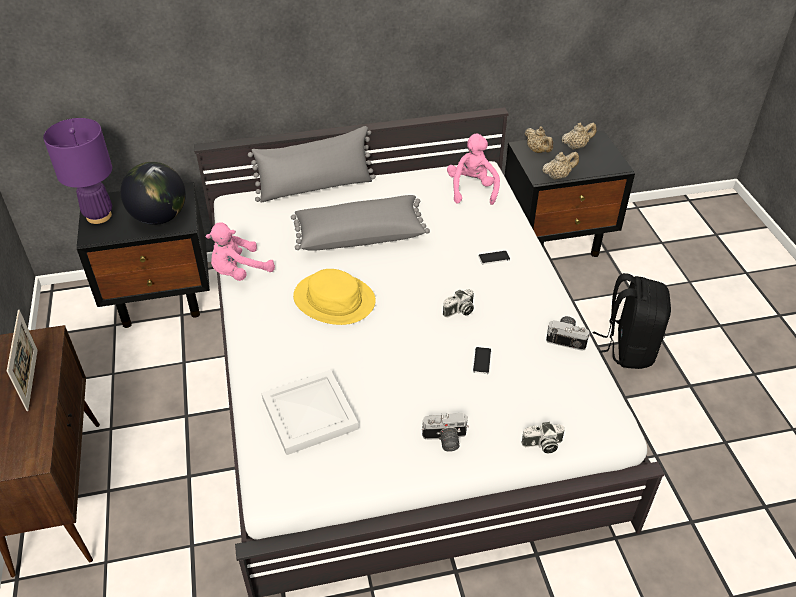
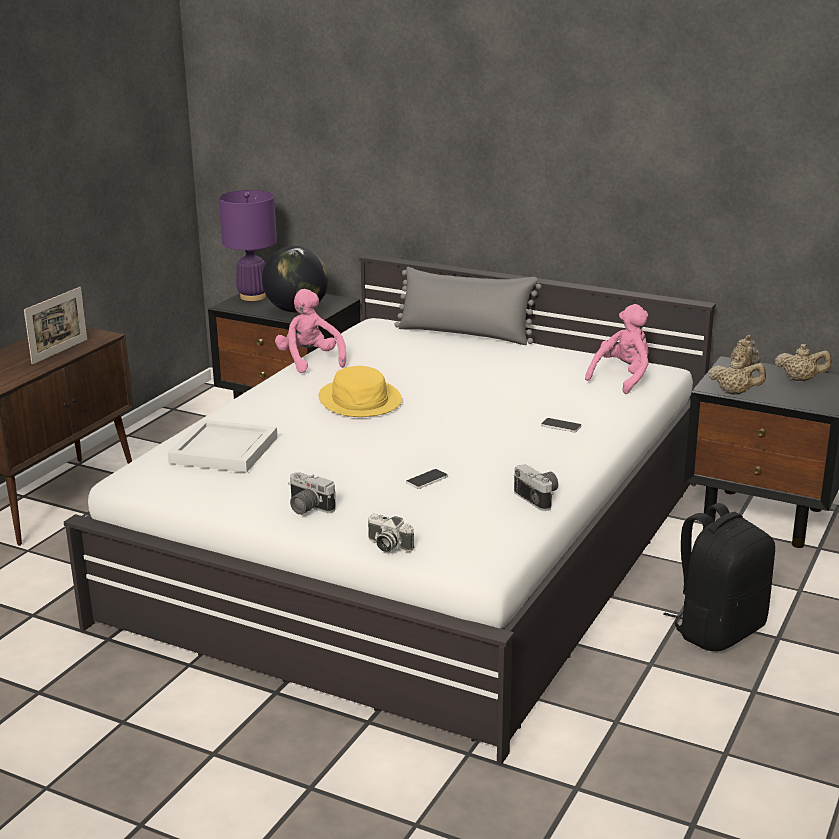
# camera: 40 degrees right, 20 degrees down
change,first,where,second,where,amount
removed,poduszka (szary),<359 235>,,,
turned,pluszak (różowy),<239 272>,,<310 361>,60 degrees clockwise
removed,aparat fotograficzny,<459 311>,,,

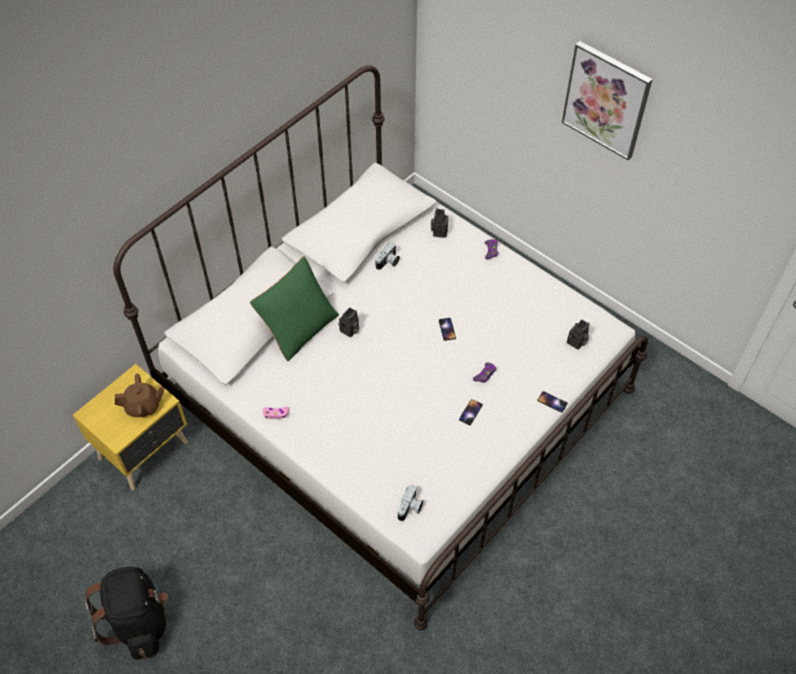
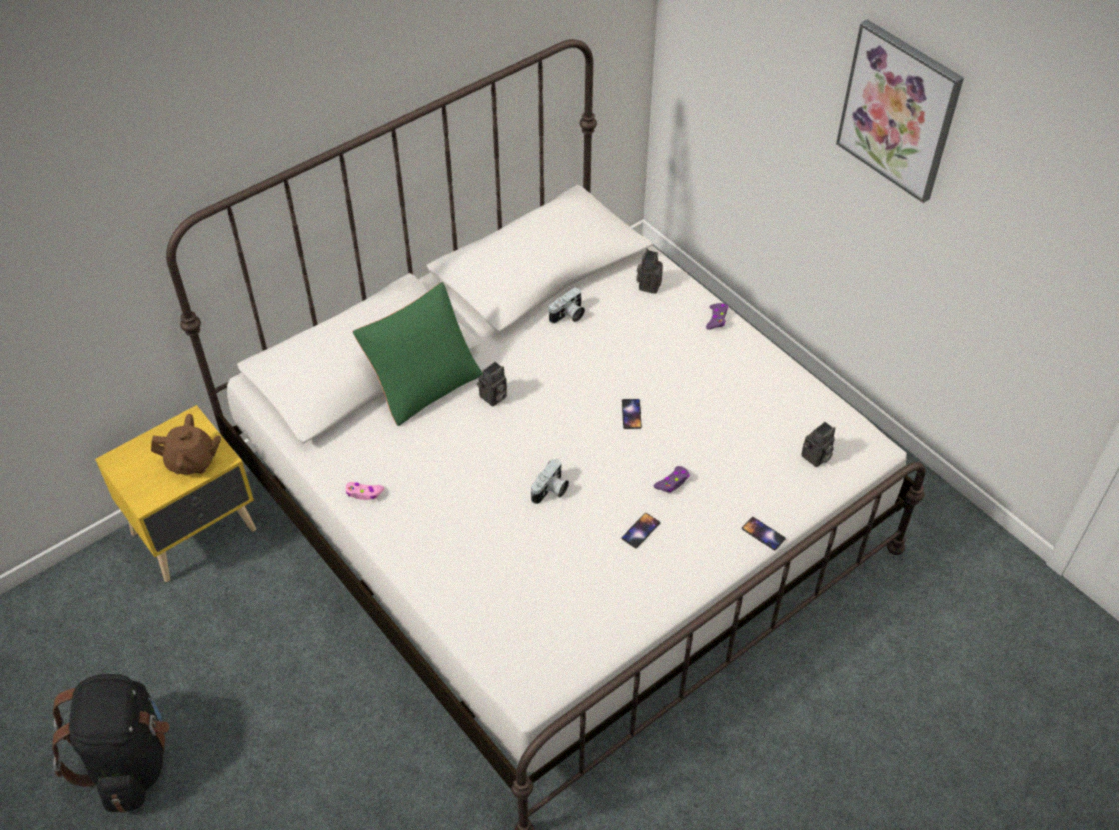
# camera: 10 degrees right, 5 degrees down
change,first,where,second,where,amount
moved,aparat fotograficzny,<410 508>,,<551 491>,

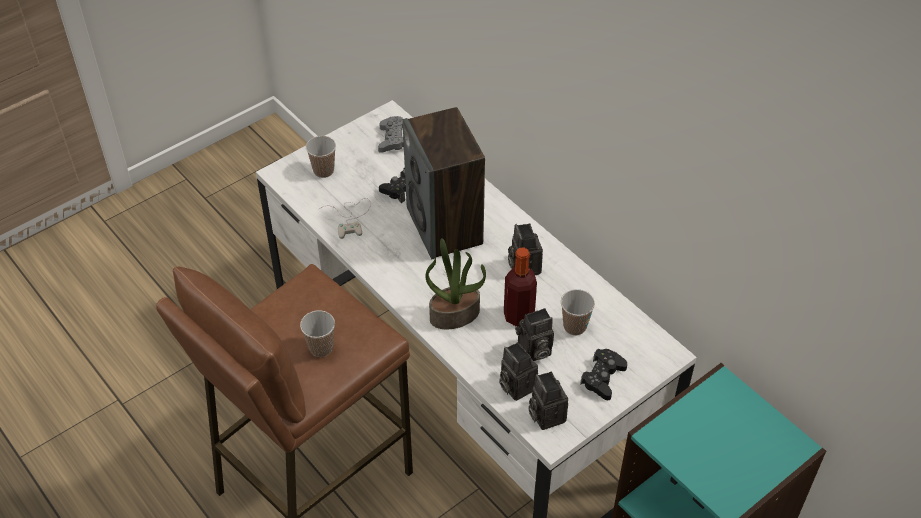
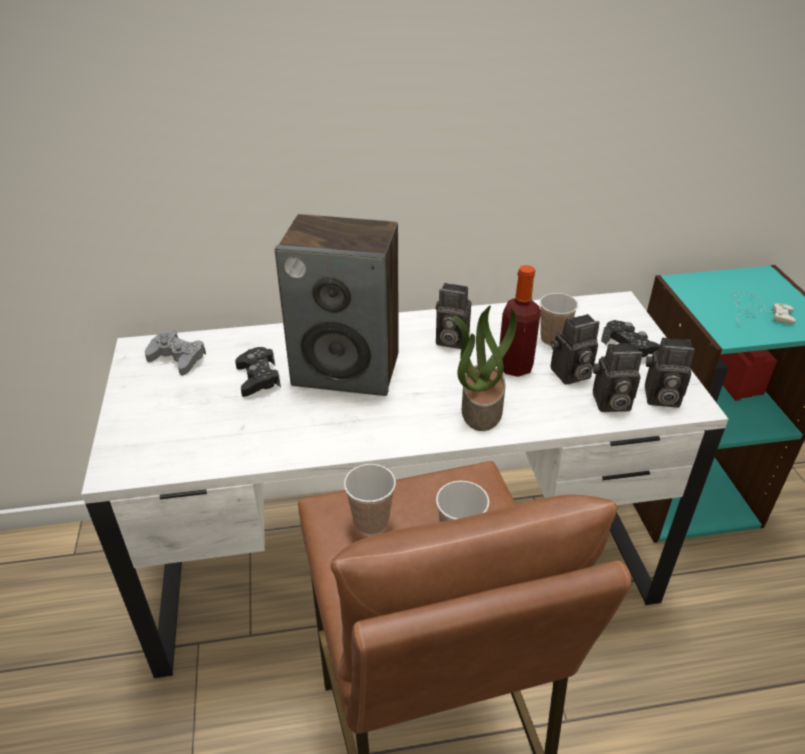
# camera: 60 degrees left, 10 degrees down
change,first,where,second,where,amount
moved,filiżanka,<323 171>,,<371 522>,
moved,pad do gier (biały),<350 217>,,<757 310>,
turned,aparat fotograficzny,<533 351>,,<570 375>,60 degrees clockwise

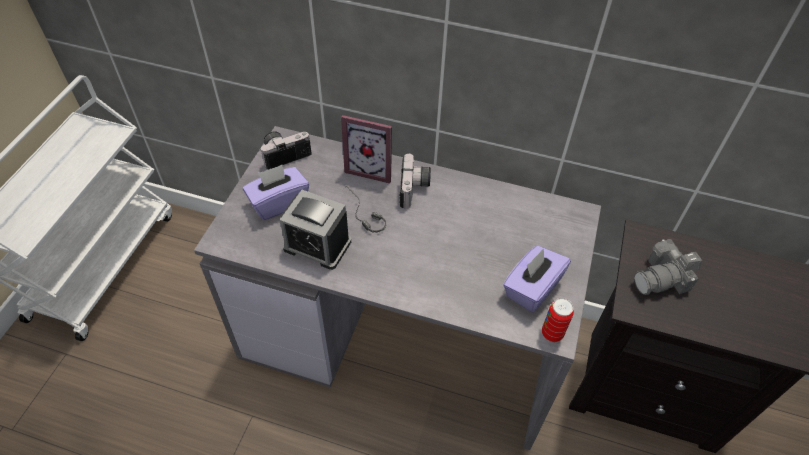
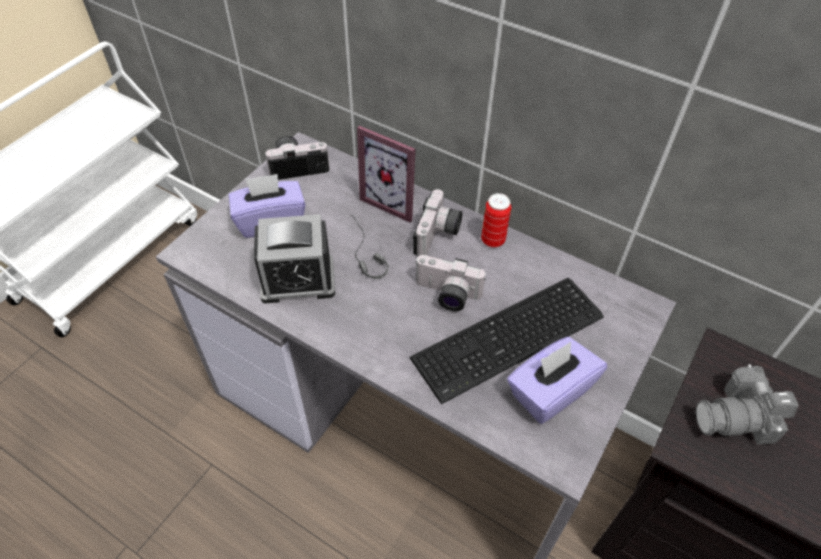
# camera: 15 degrees right, 0 degrees up
change,first,where,second,where,amount
turned,budzik,<317 245>,,<298 280>,45 degrees counterclockwise
moved,puszka,<552 333>,,<493 240>,
added,,,aparat fotograficzny,<446 295>,
added,,,klawiatura,<512 339>,

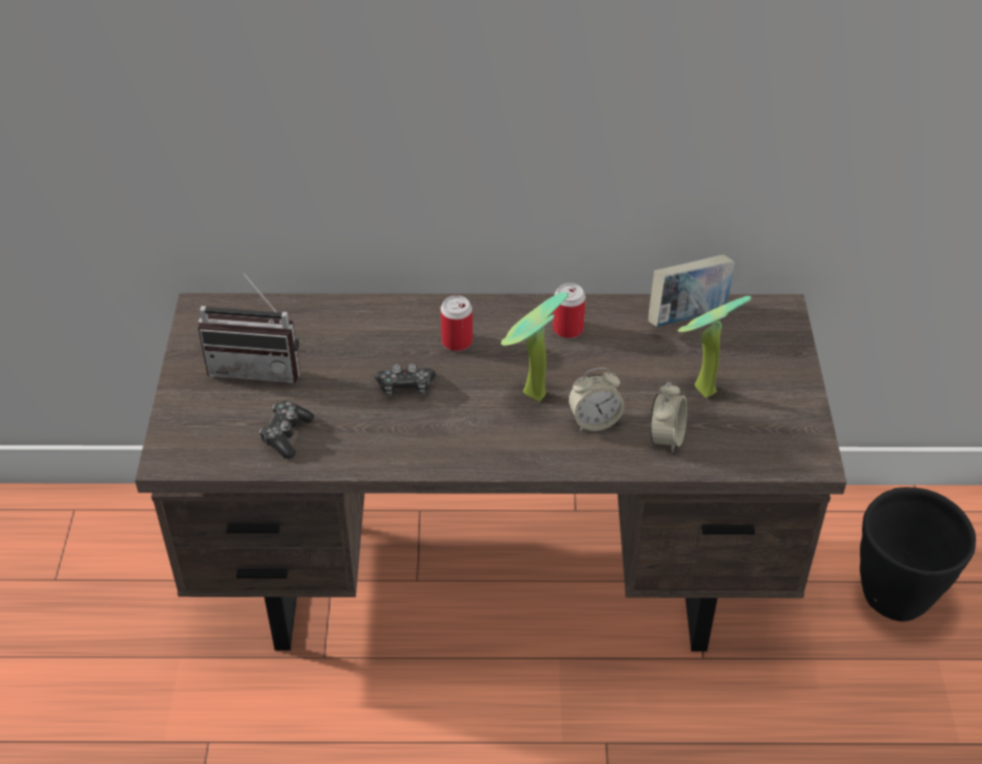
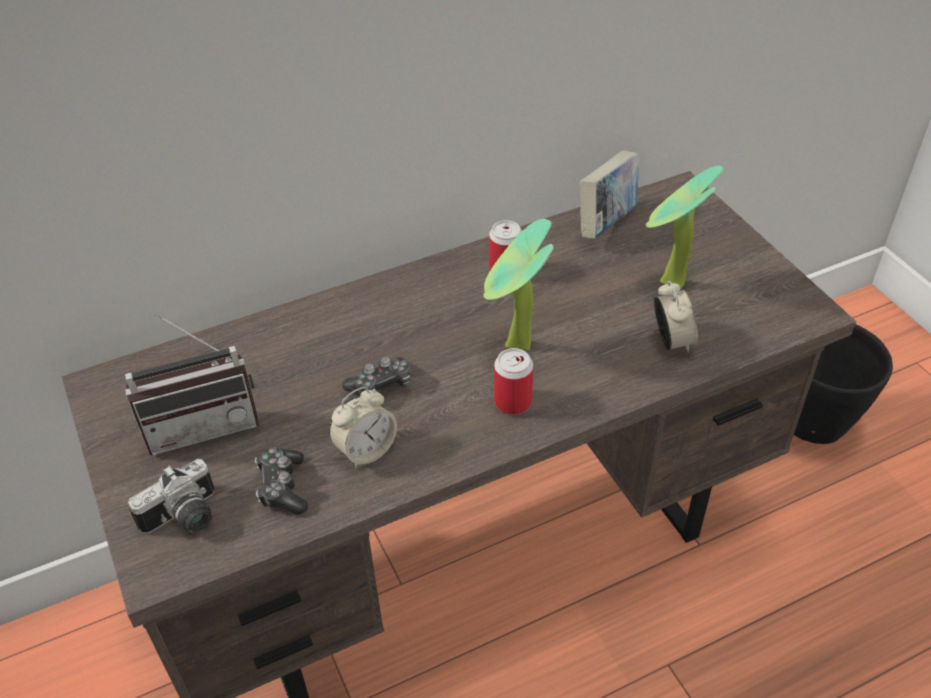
# camera: 25 degrees left, 0 degrees up
change,first,where,second,where,amount
moved,puszka,<457 341>,,<512 402>,
moved,budzik,<594 421>,,<365 450>,
added,,,aparat fotograficzny,<185 519>,

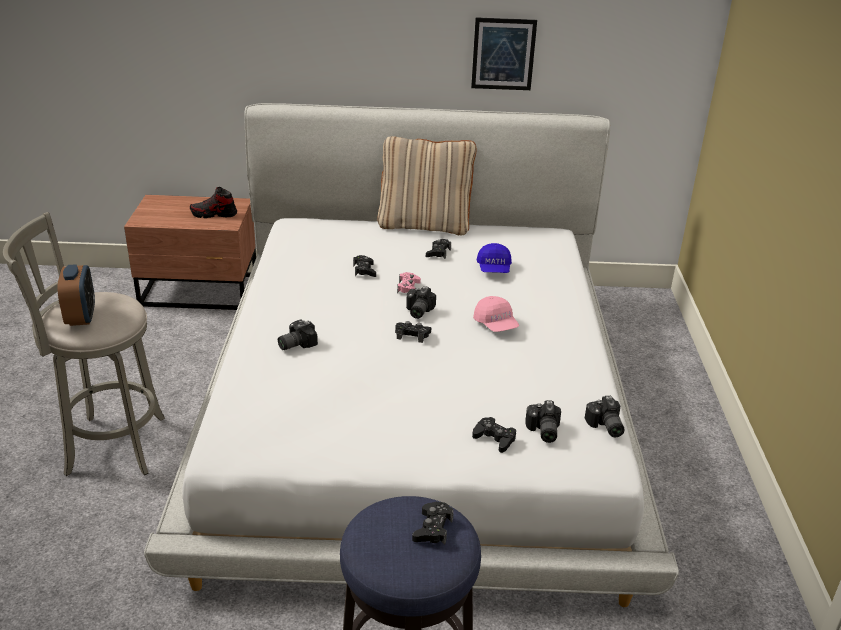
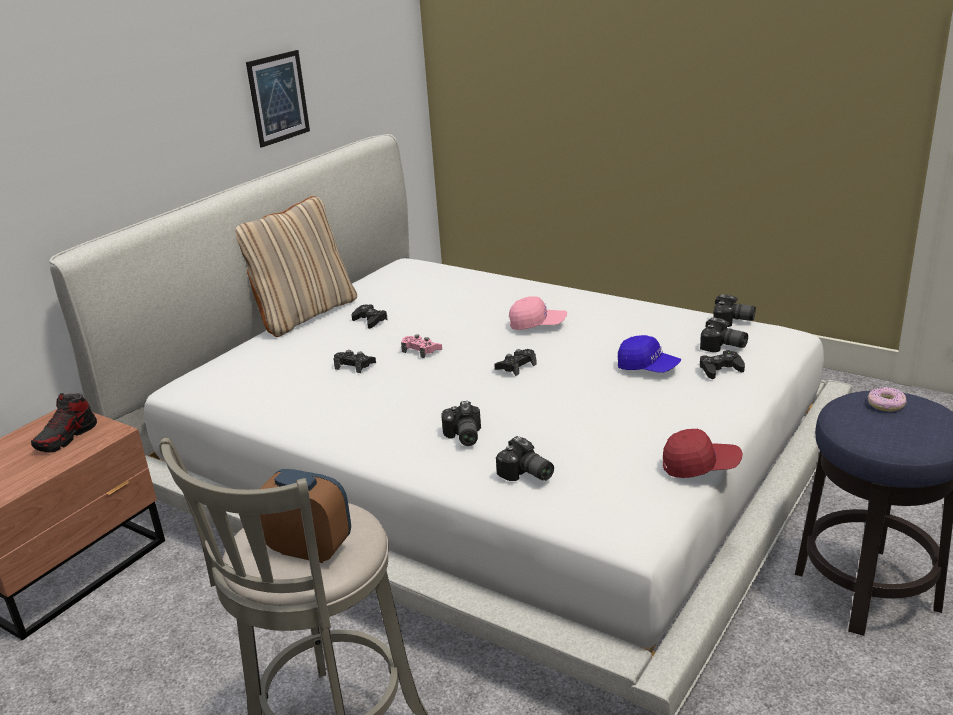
# camera: 55 degrees left, 5 degrees down
change,first,where,second,where,amount
moved,czapka z daszkiem (niebieski),<494 269>,,<647 368>,
moved,aparat fotograficzny,<417 311>,,<526 474>,
replaced,pad do gier (czarny),<433 528>,donut,<886 404>,
added,,,czapka z daszkiem (czerwony),<700 466>,

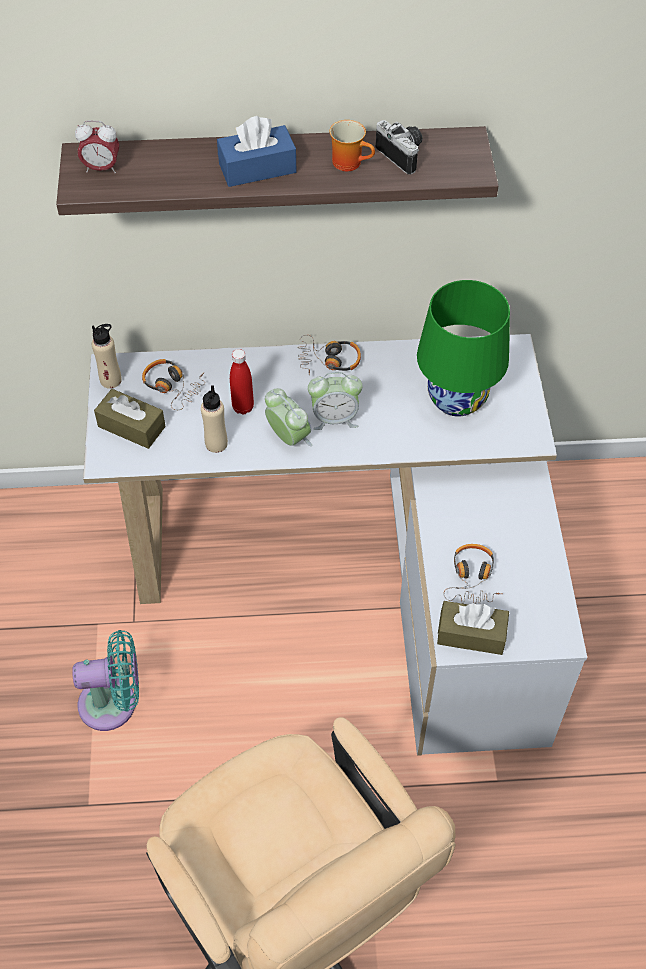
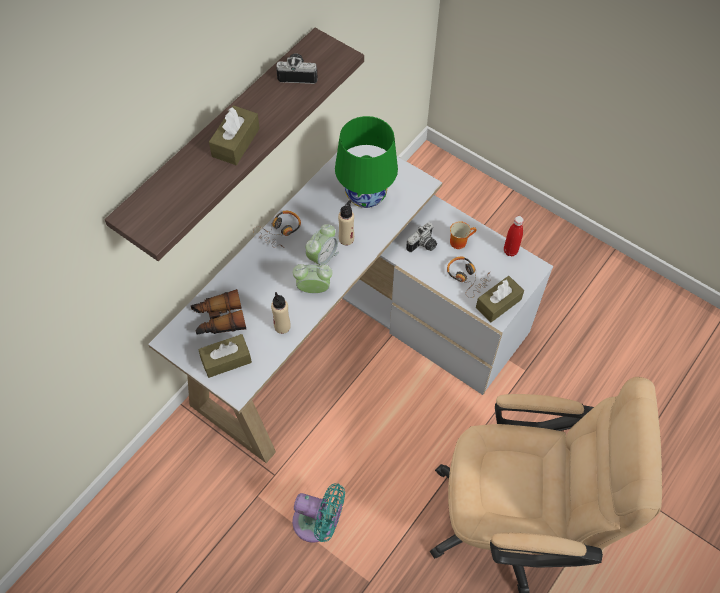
# camera: 50 degrees left, 5 degrees up
change,first,where,second,where,amount
recoloured,pudełko chusteczek (niebieski),<257 168>,pudełko chusteczek (brązowy),<236 142>,
removed,budzik,<101 168>,,,
moved,kubek,<351 162>,,<459 240>,
moved,butelka (beżowy),<111 380>,,<346 239>,
moved,butelka (czerwony),<243 407>,,<510 251>,
replaced,słuchawki,<173 387>,lornetka,<219 319>,
turned,wentylator (turkusowy),<114 703>,,<318 523>,75 degrees clockwise
added,,,aparat fotograficzny,<423 245>,

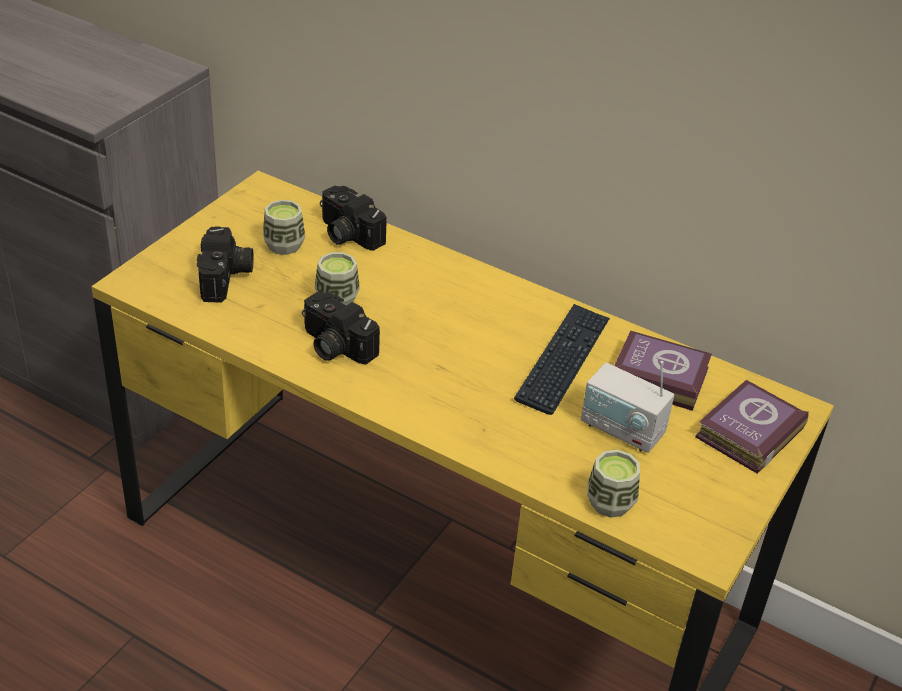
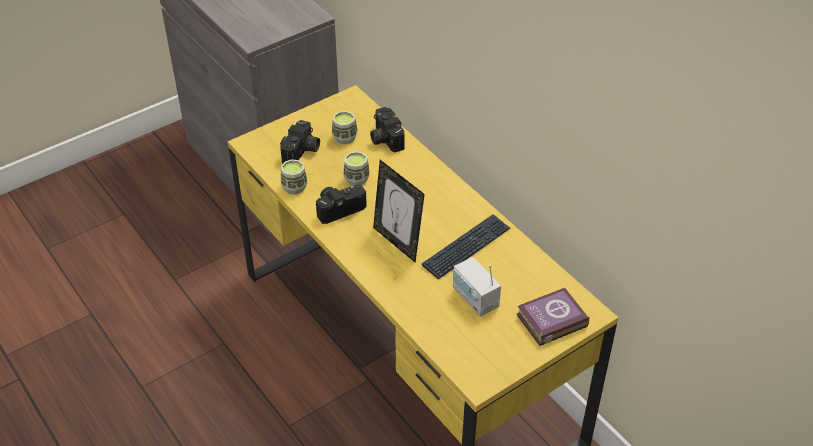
# camera: 25 degrees right, 5 degrees up
change,first,where,second,where,amount
turned,aparat fotograficzny,<334 346>,,<339 208>,90 degrees clockwise
removed,książka,<657 375>,,,
moved,filiżanka,<610 502>,,<294 187>,
added,,,ramka na zdjęcie,<398 242>,

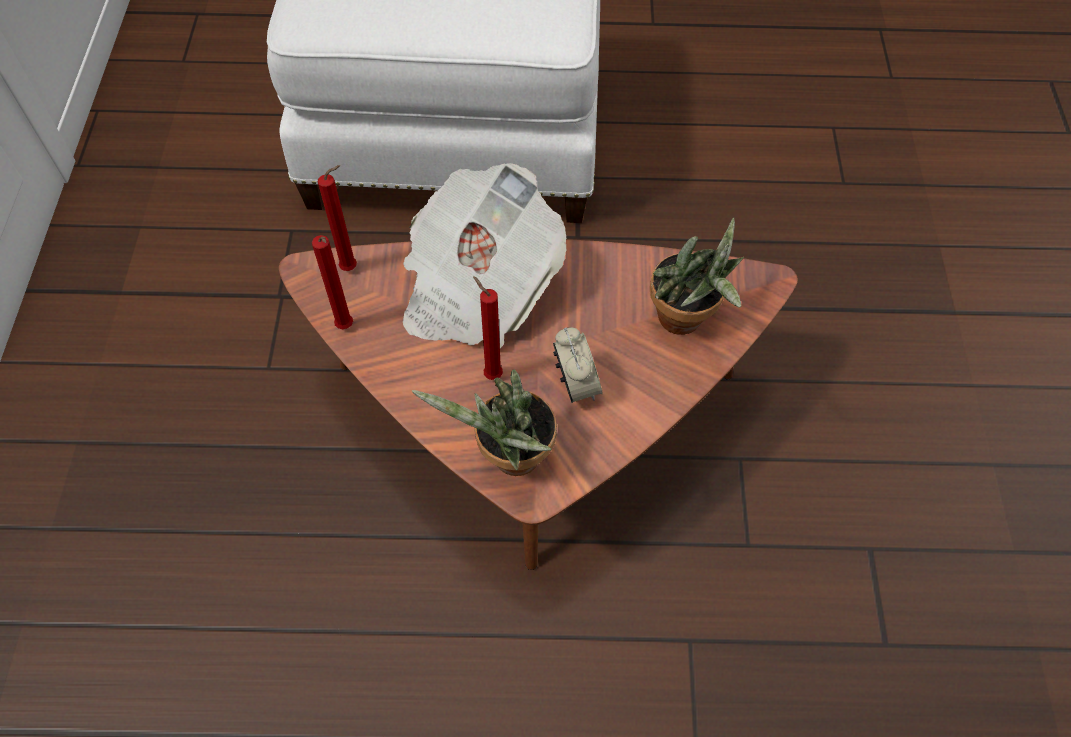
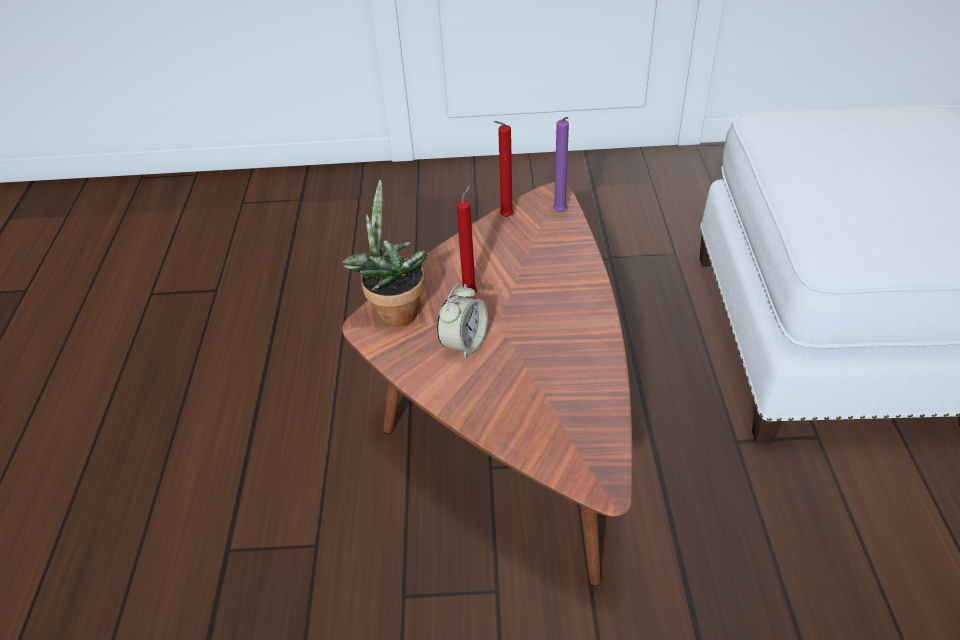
# camera: 90 degrees right, 15 degrees down
change,first,where,second,where,amount
removed,gazeta,<477 287>,,,
recoloured,świeca (czerwony),<352 268>,świeca (fioletowy),<560 213>,
removed,roślina doniczkowa,<685 321>,,,
turned,budzik,<576 384>,,<464 343>,45 degrees counterclockwise

